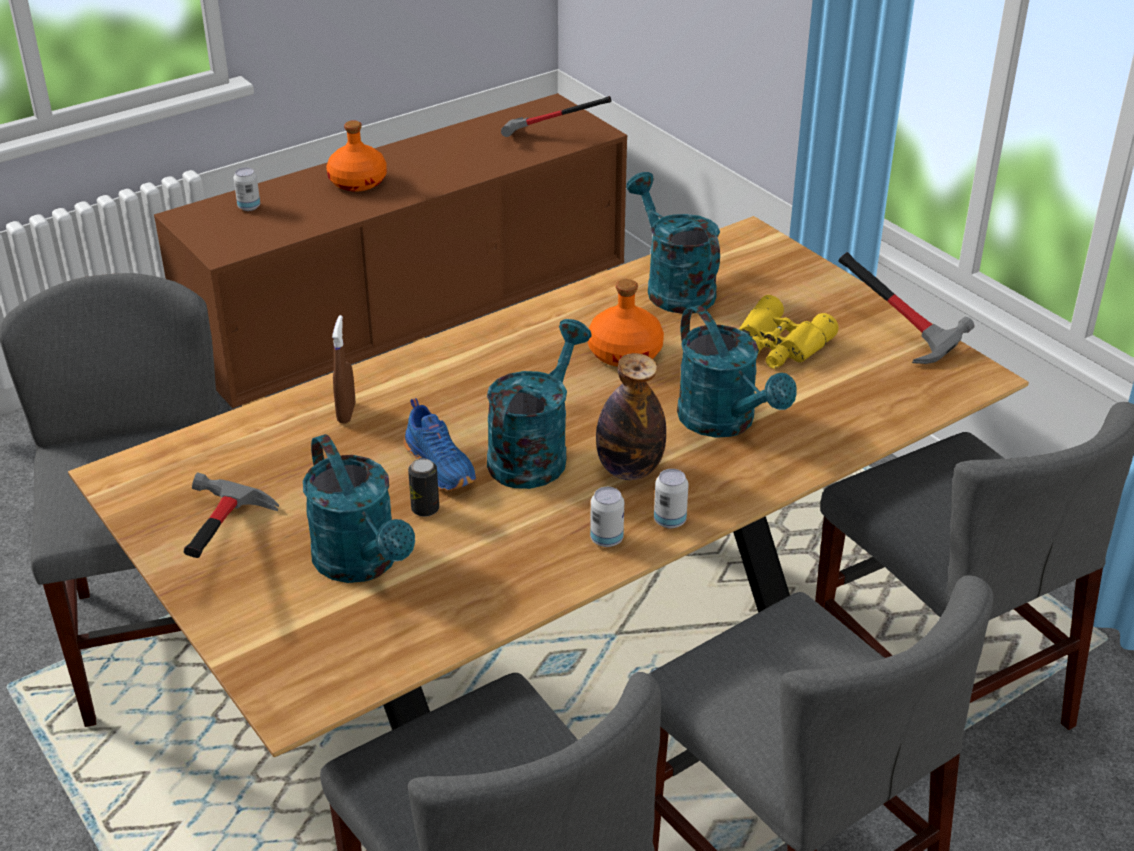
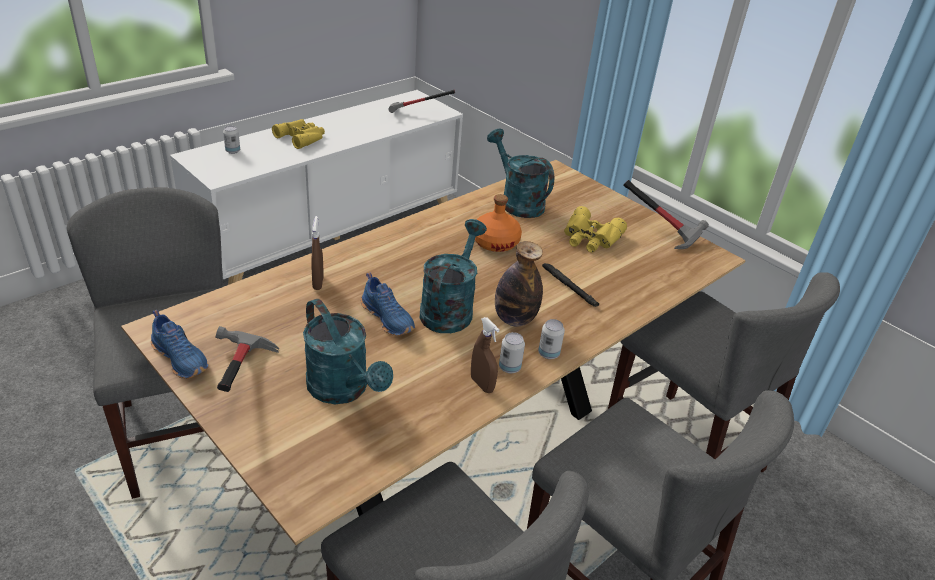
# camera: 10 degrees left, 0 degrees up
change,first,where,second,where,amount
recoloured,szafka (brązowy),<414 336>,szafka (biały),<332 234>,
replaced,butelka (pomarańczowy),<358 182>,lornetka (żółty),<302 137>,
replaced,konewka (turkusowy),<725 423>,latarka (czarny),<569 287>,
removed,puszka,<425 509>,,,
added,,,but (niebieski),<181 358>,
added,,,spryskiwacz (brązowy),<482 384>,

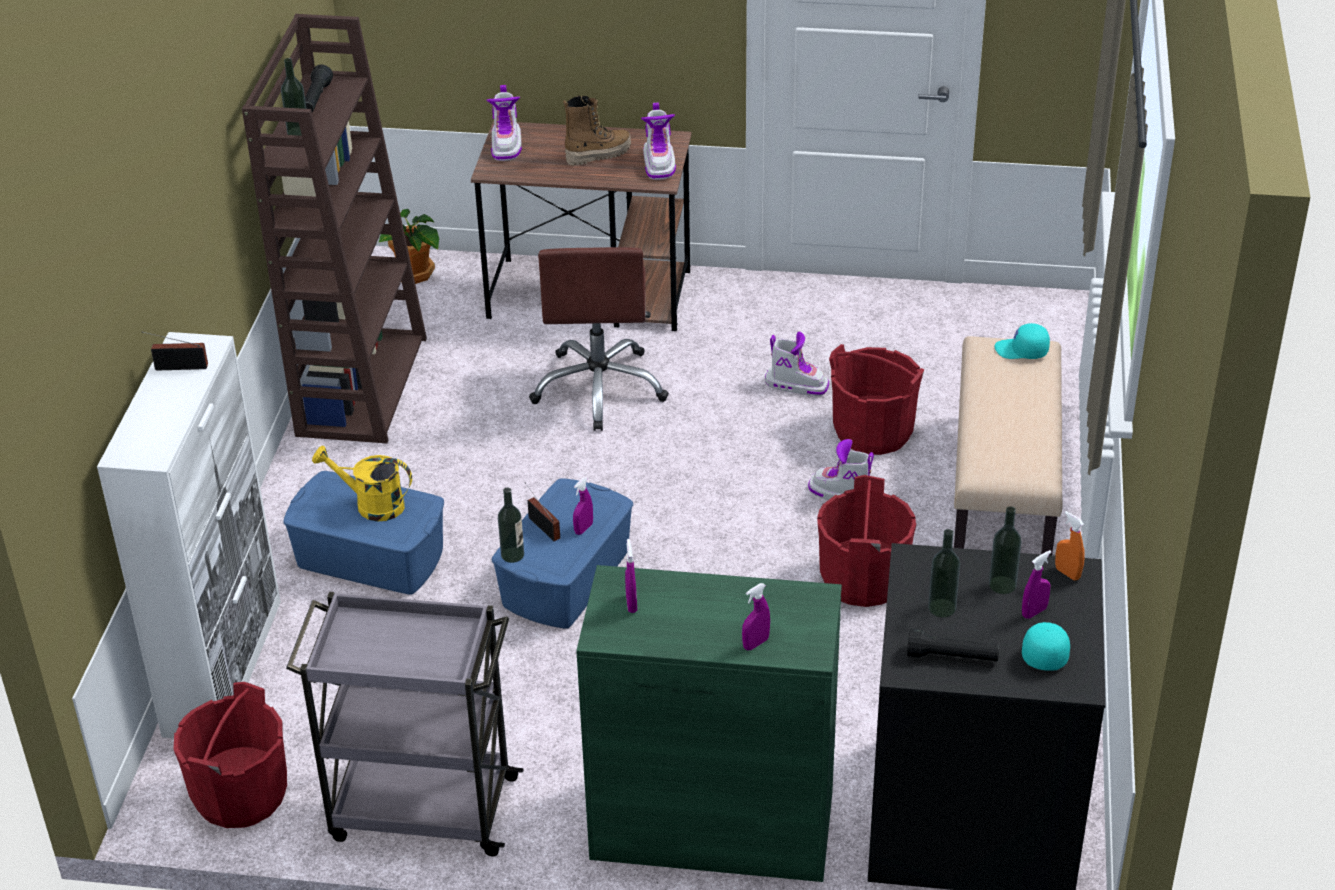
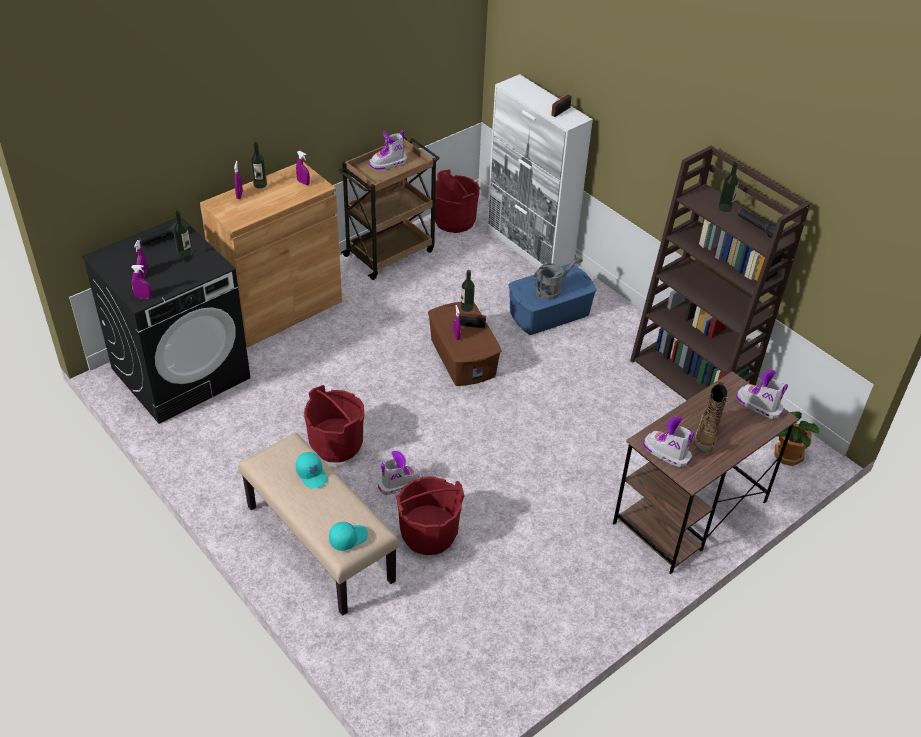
# camera: 130 degrees right, 5 degrees up
change,first,where,second,where,amount
removed,krzesło biurowe (brązowy),<600 388>,,,
moved,but z cholewką,<796 385>,,<388 163>,
recoloured,konewka (żółty),<371 505>,konewka (szary),<552 289>,
recoloured,pojemnik do przechowywania (niebieski),<565 578>,pojemnik do przechowywania (brązowy),<463 357>,
moved,butelka,<1002 585>,,<260 184>,
recoloured,spryskiwacz (pomarańczowy),<1067 573>,spryskiwacz (fioletowy),<143 297>,
recoloured,szafka (zielony),<712 826>,szafka (brązowy),<280 309>,
recoloured,wózek (szary),<420 808>,wózek (brązowy),<390 252>,
moved,czapka z daszkiem (turkusowy),<1045 650>,,<312 474>,

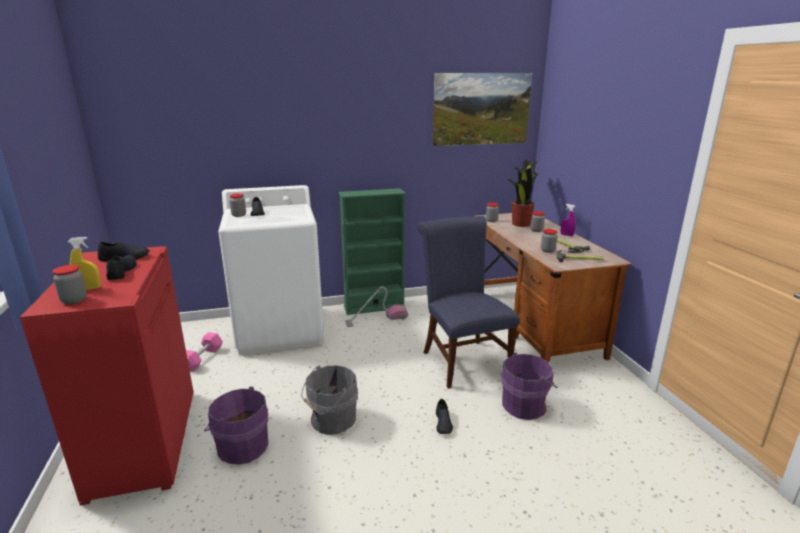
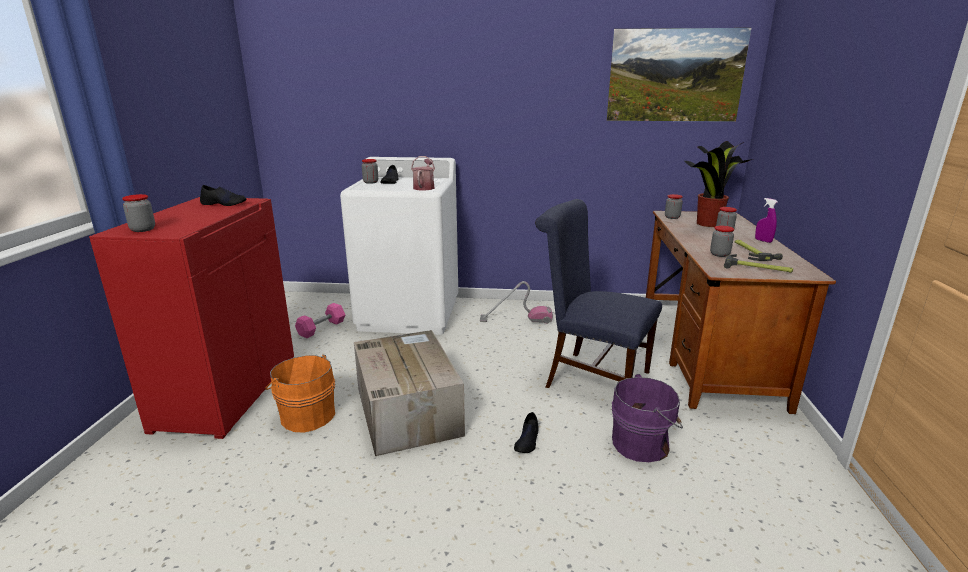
# camera: 20 degrees right, 0 degrees up
change,first,where,second,where,amount
removed,regał (zielony),<374 307>,,,
turned,krzesło (niebieski),<462 360>,,<591 378>,60 degrees counterclockwise
removed,spryskiwacz (żółty),<89 289>,,,
removed,but (czarny),<121 271>,,,
replaced,wiadro (szary),<331 420>,karton,<407 410>,
recoloured,wiadro (fioletowy),<241 446>,wiadro (pomarańczowy),<306 415>,
added,,,konewka,<424 187>,

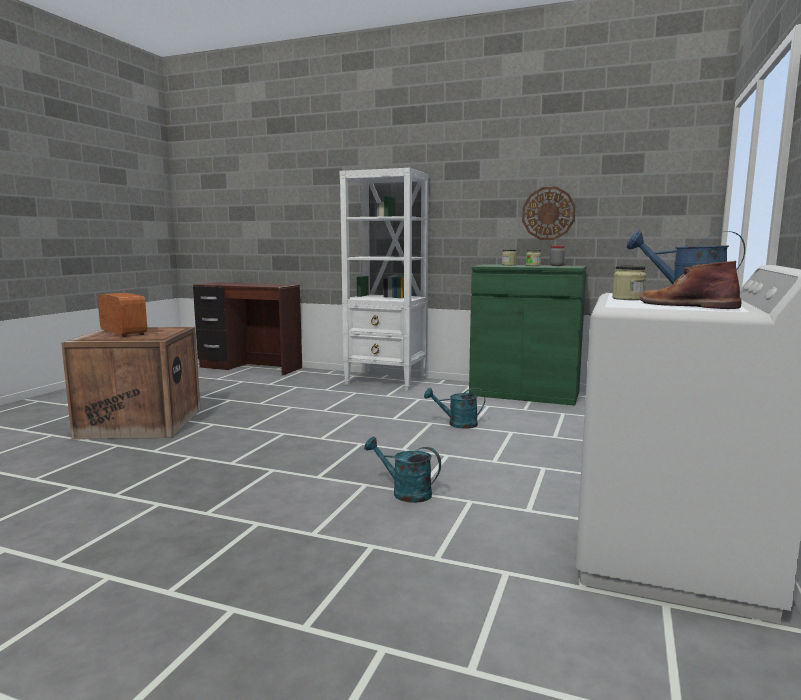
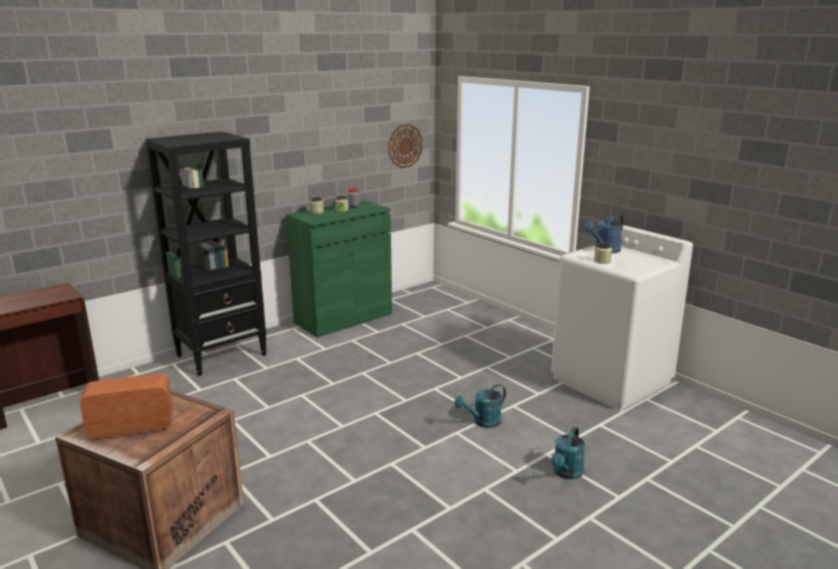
# camera: 60 degrees left, 10 degrees up
change,first,where,second,where,amount
recoloured,regał (biały),<387 381>,regał (czarny),<222 355>,
moved,zegar ścienny,<548 213>,,<405 146>,
removed,but z cholewką (brązowy),<686 305>,,,
moved,konewka (turkusowy),<457 424>,,<566 473>,

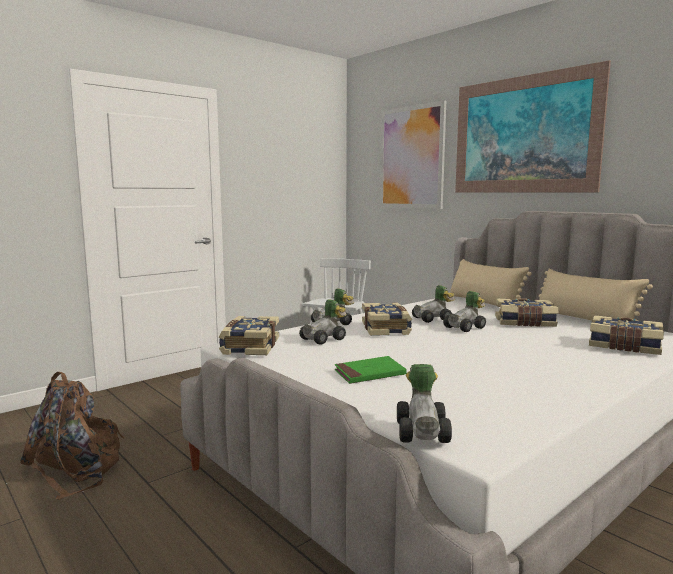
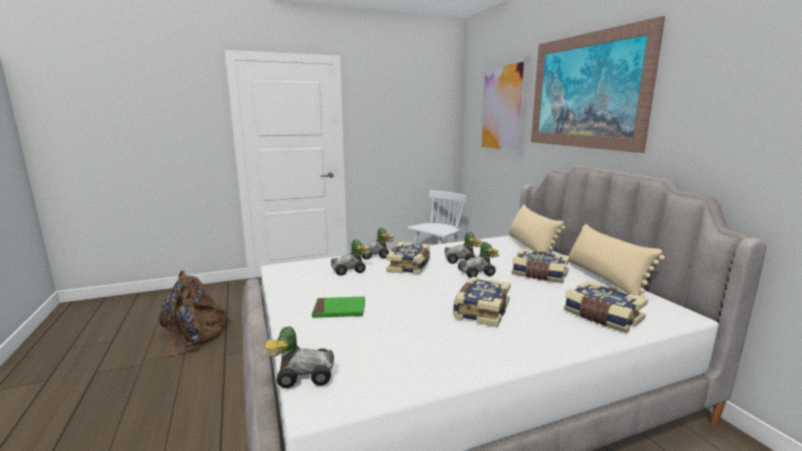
# camera: 20 degrees right, 5 degrees up
change,first,where,second,where,amount
moved,książka,<249 347>,,<480 310>,
turned,samochodzik,<423 430>,,<302 375>,120 degrees counterclockwise

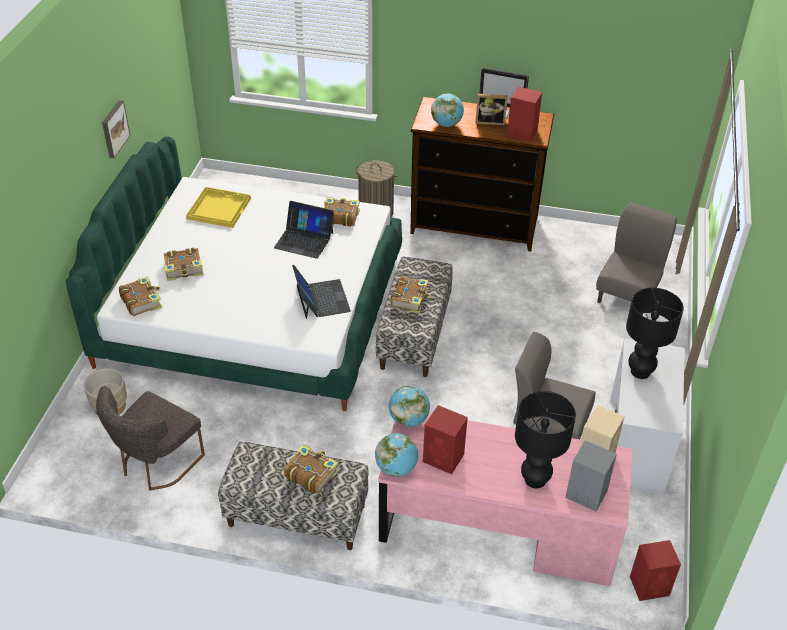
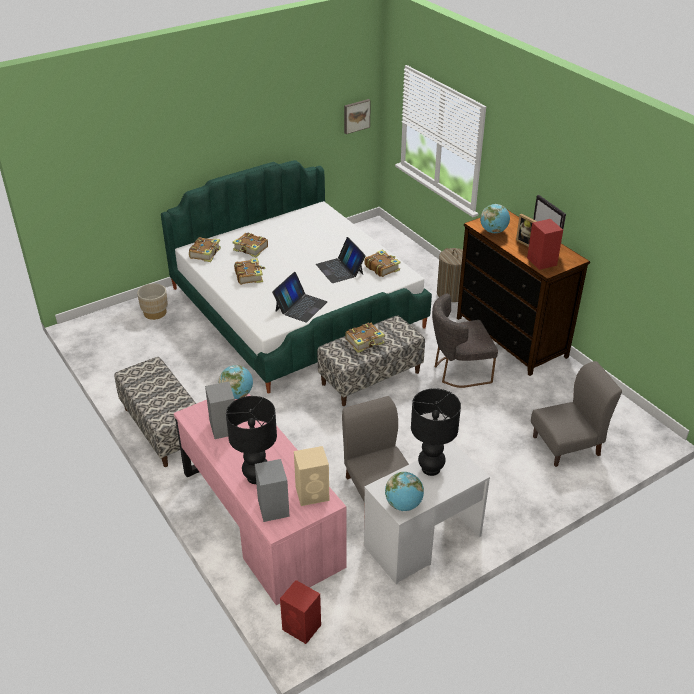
# camera: 45 degrees right, 5 degrees down
change,first,where,second,where,amount
moved,obraz,<114 128>,,<356 116>,
removed,taca (żółty),<218 208>,,,
moved,krzesło (szary),<156 464>,,<458 371>,
recoloured,głośnik (czerwony),<444 458>,głośnik (szary),<224 428>,
moved,globus,<396 468>,,<403 504>,
moved,książka,<311 473>,,<249 276>,

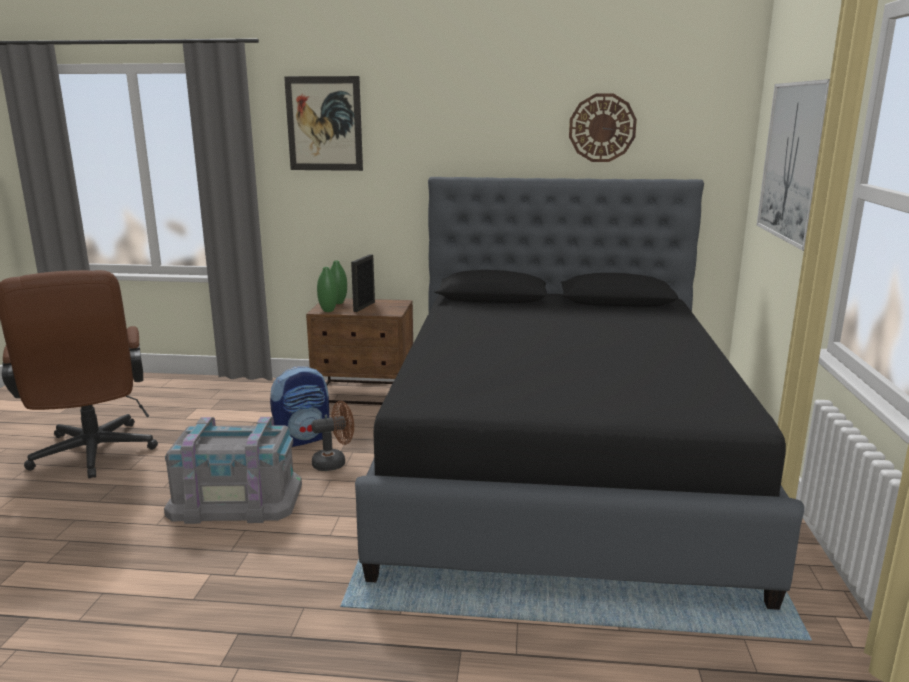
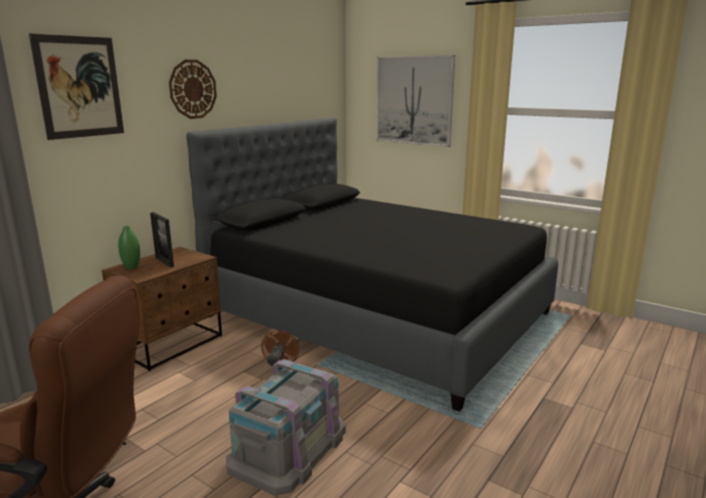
# camera: 60 degrees left, 0 degrees up
change,first,where,second,where,amount
moved,zegar ścienny,<602 128>,,<192 89>,
removed,wazon (zielony),<328 310>,,,
removed,plecak,<303 439>,,,

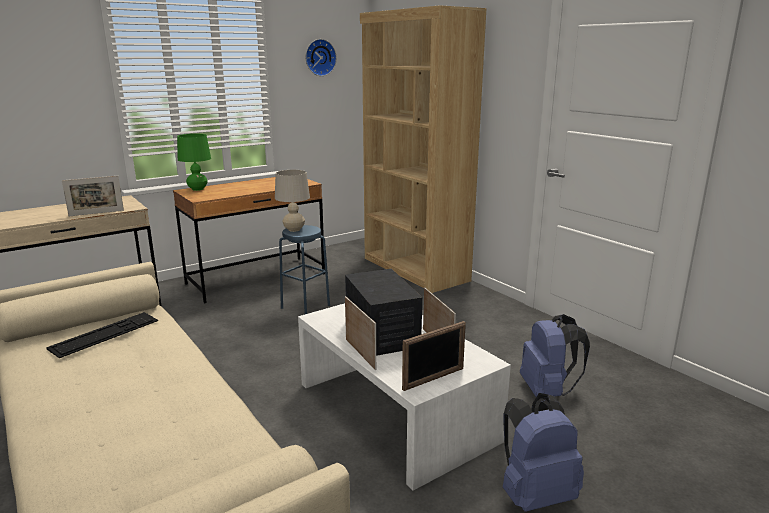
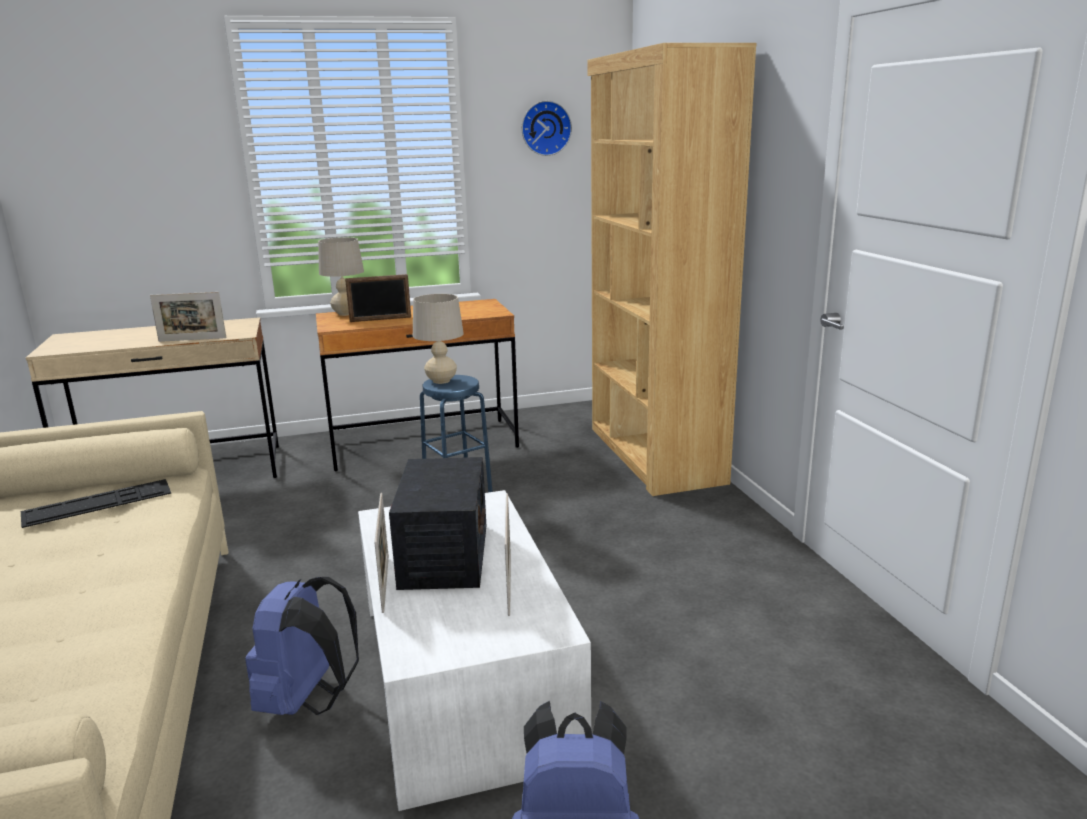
# camera: 20 degrees right, 0 degrees up
change,first,where,second,where,amount
recoloured,lampa stołowa (zielony),<198 189>,lampa stołowa (beżowy),<346 314>,
moved,plecak (niebieski),<547 391>,,<307 701>,
moved,ramka na zdjęcie,<434 379>,,<380 319>,

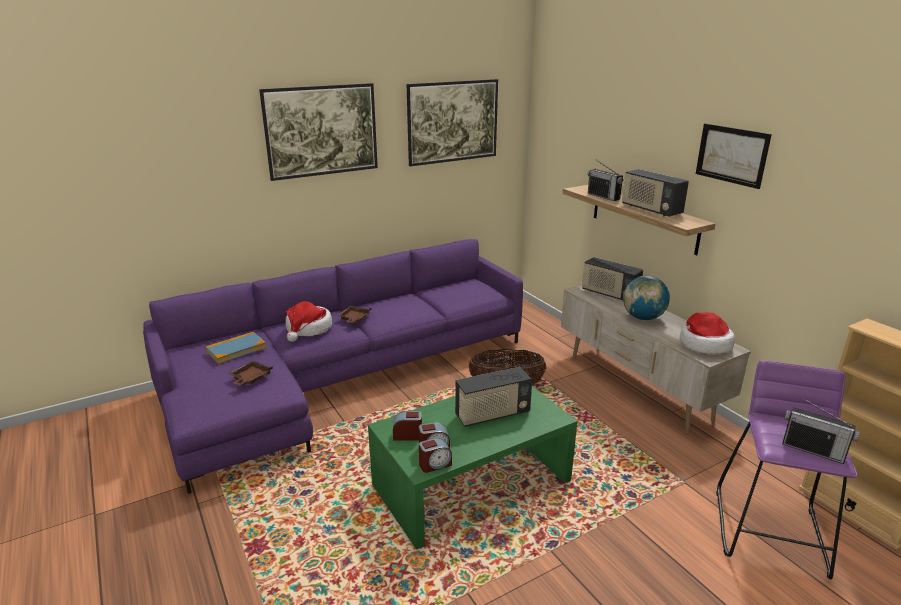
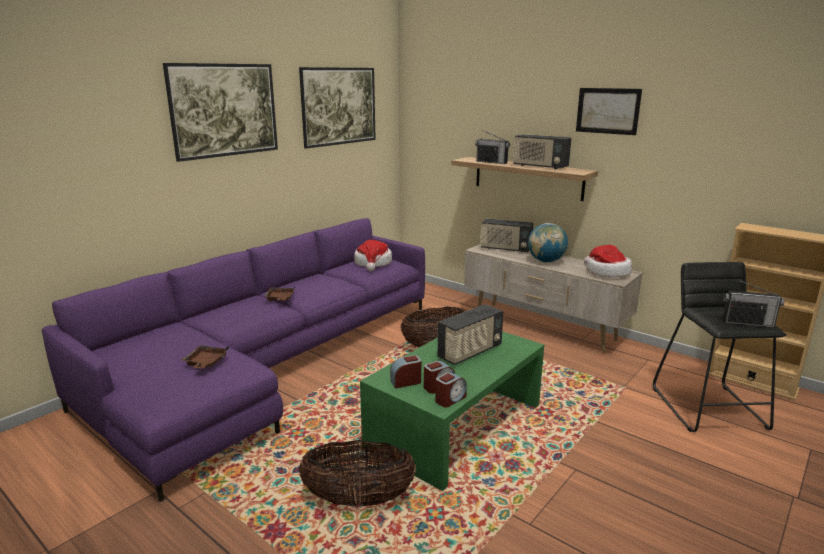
# camera: 20 degrees left, 5 degrees down
change,first,where,second,where,amount
moved,kapelusz,<308 329>,,<373 263>,
removed,książka,<236 349>,,,
recoloured,stołek (fioletowy),<771 532>,stołek (czarny),<709 408>,
added,,,koszyk,<358 499>,

